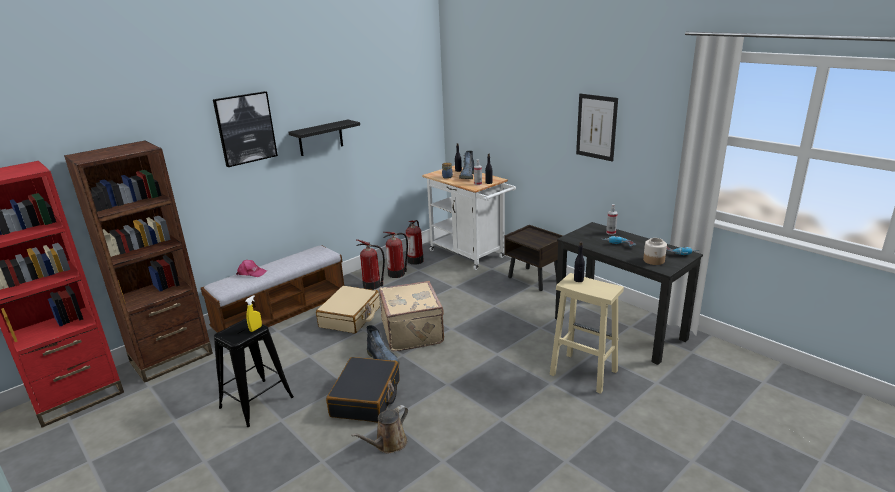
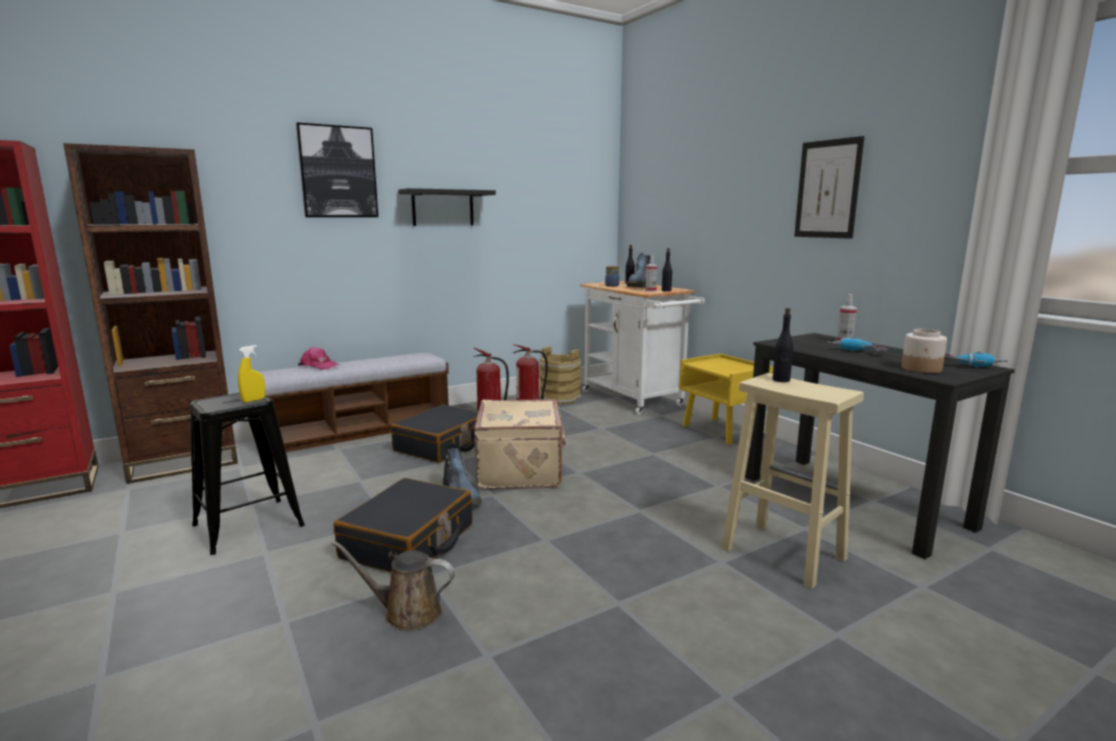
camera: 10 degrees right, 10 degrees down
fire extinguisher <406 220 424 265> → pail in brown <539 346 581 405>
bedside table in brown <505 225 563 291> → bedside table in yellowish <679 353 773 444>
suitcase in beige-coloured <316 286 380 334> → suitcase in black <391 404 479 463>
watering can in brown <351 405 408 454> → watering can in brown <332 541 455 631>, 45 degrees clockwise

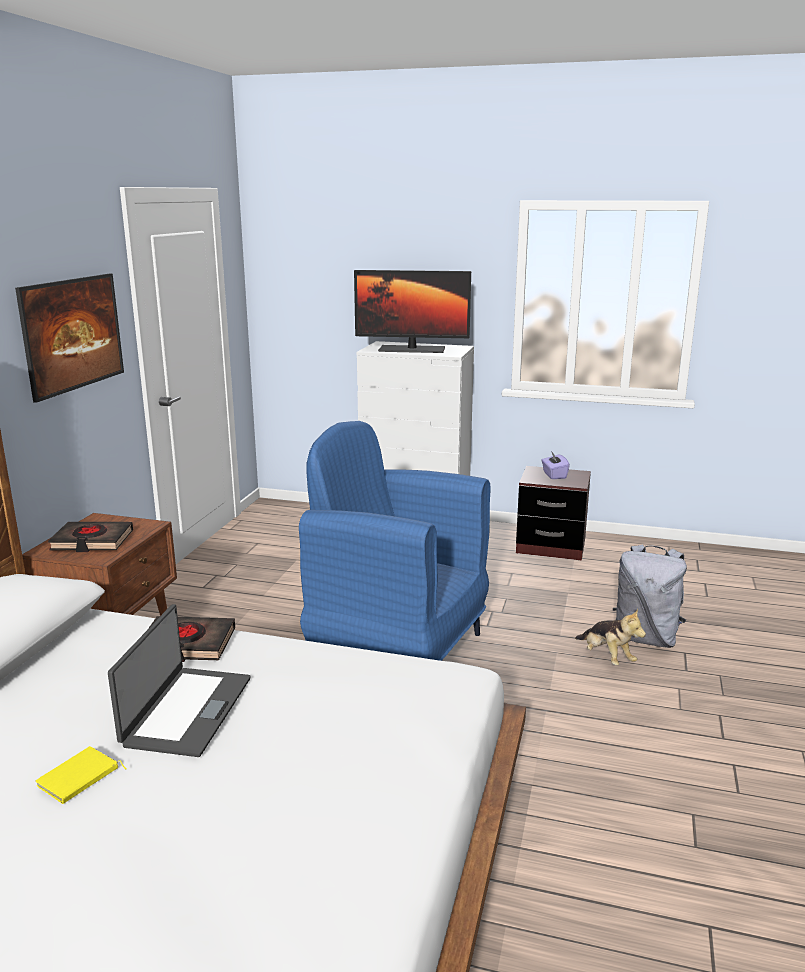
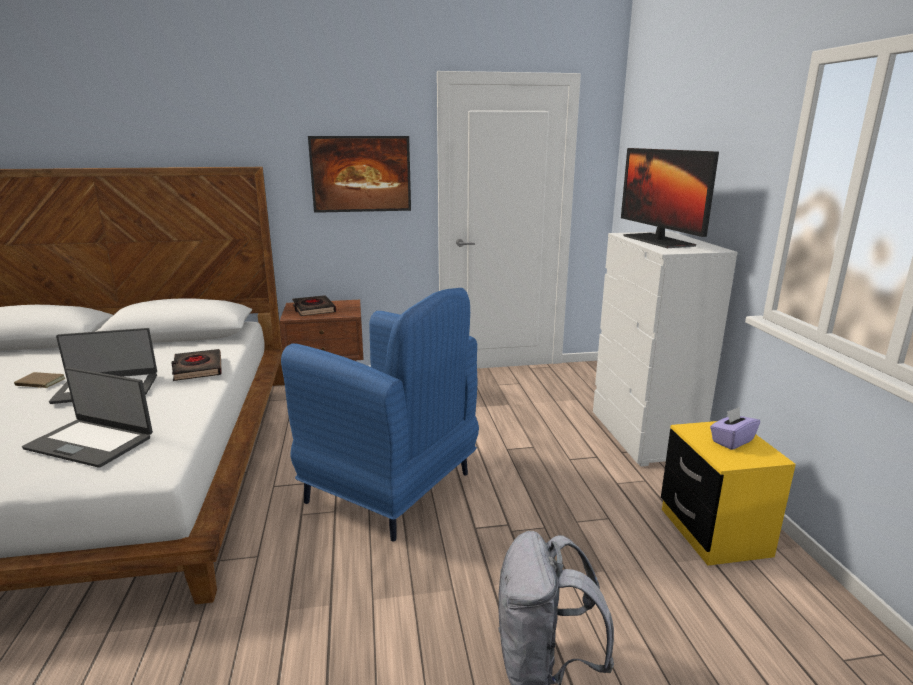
camera: 65 degrees right, 0 degrees up
armchair in blue-coloured <299 421 491 661> → armchair in blue-coloured <281 288 479 542>, 120 degrees clockwise
bedside table in brown <516 466 591 561> → bedside table in yellowish <661 421 796 566>
soft toy <575 609 646 665> → -
volume in yellowish <35 746 126 804> → volume in brown <14 372 66 388>
- → notebook computer <22 367 153 468>

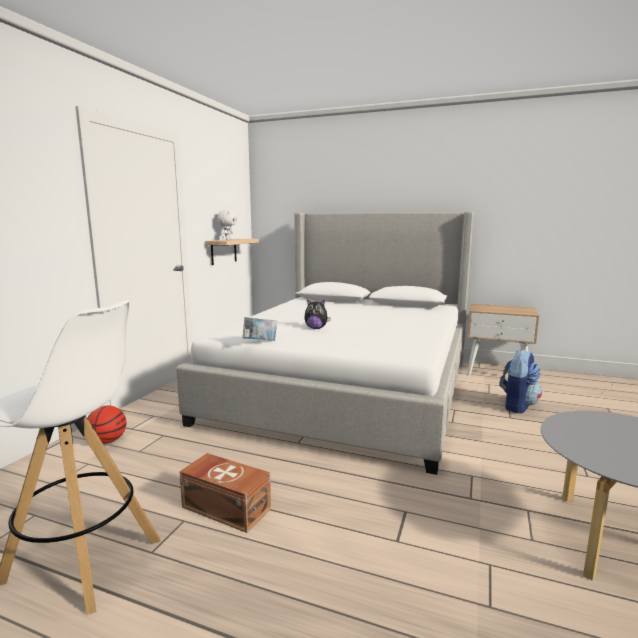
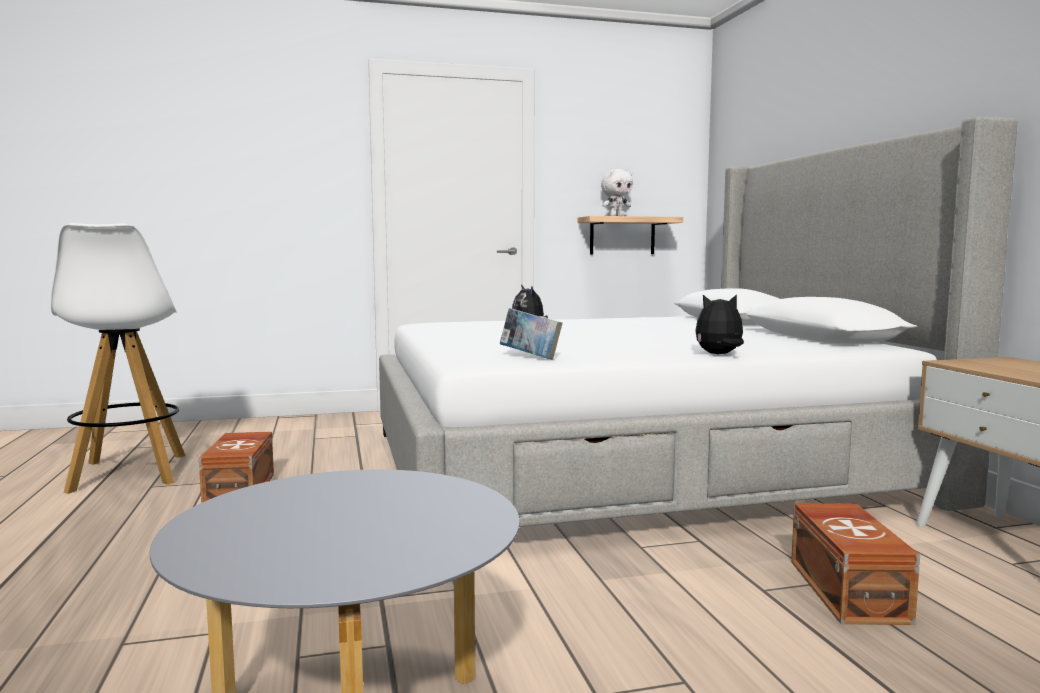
camera: 55 degrees right, 5 degrees down
volume <243 317 277 341> → volume <500 308 562 359>, moved
backpack <500 350 542 413> → storage container in brown <791 503 920 625>
ball for basketball <87 405 126 444> → -
- → soft toy <695 294 744 354>

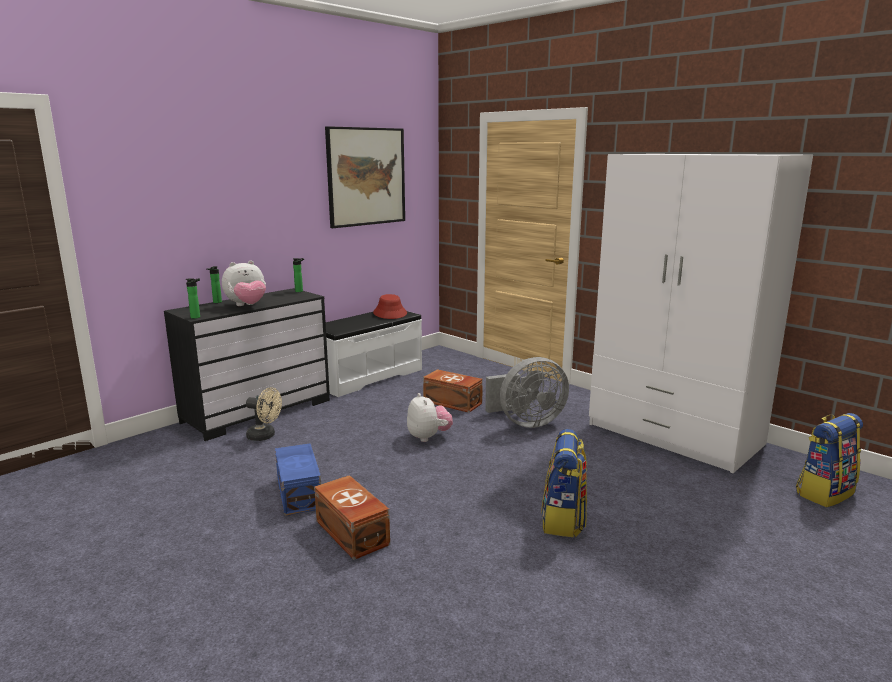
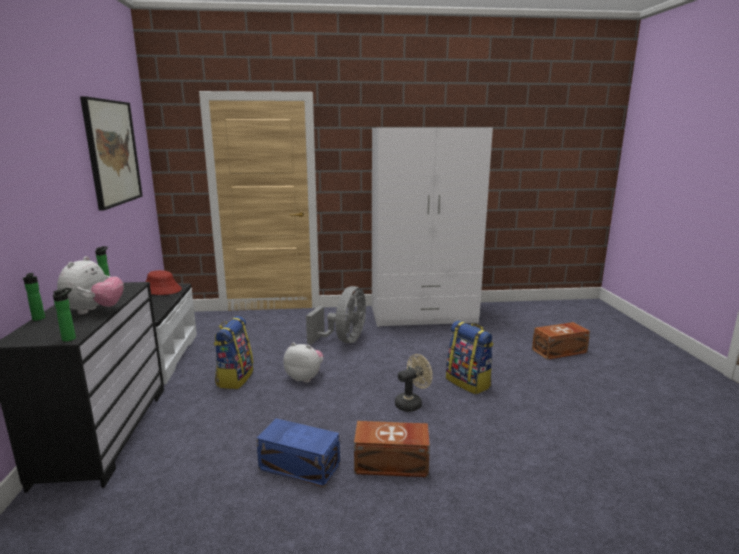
camera: 50 degrees left, 0 degrees up
storage container in brown <423 369 483 413> → storage container in brown <532 322 590 360>, moved
electric fan in beige-coloured <246 387 282 441> → electric fan in beige-coloured <395 354 432 412>, moved
backpack <796 413 863 507> → backpack <214 316 253 389>, moved

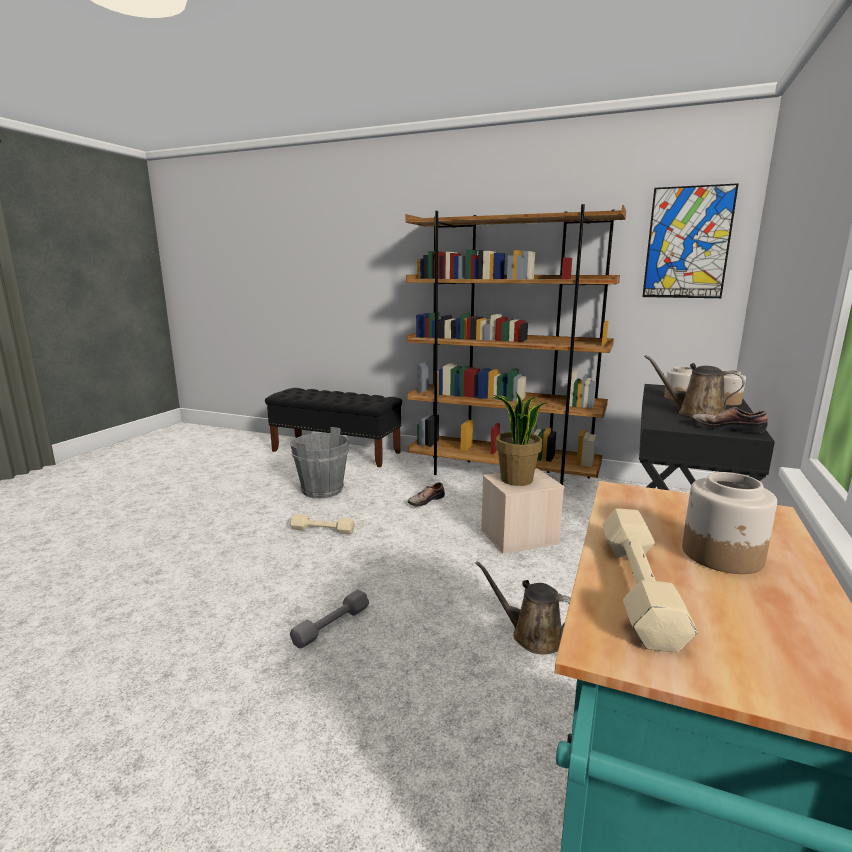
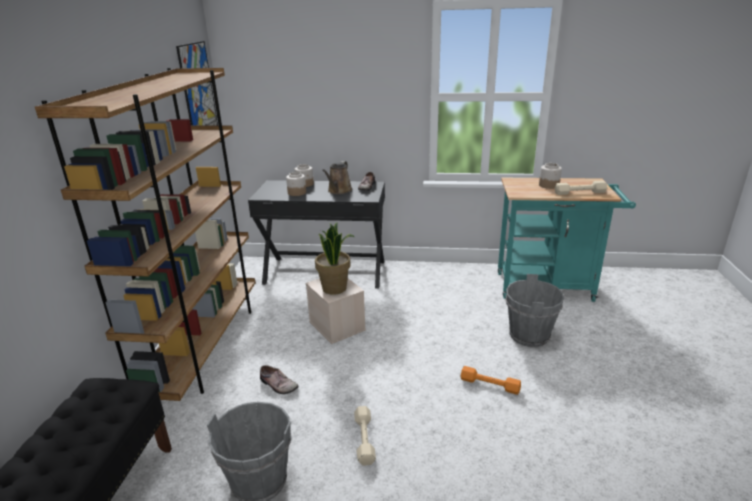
camera: 105 degrees left, 10 degrees up
watering can in brown <475 561 571 654> → -
dumbbell in greyish <290 589 369 649> → dumbbell in orange-coloured <461 366 521 395>
- → pail in greyish <506 274 564 347>

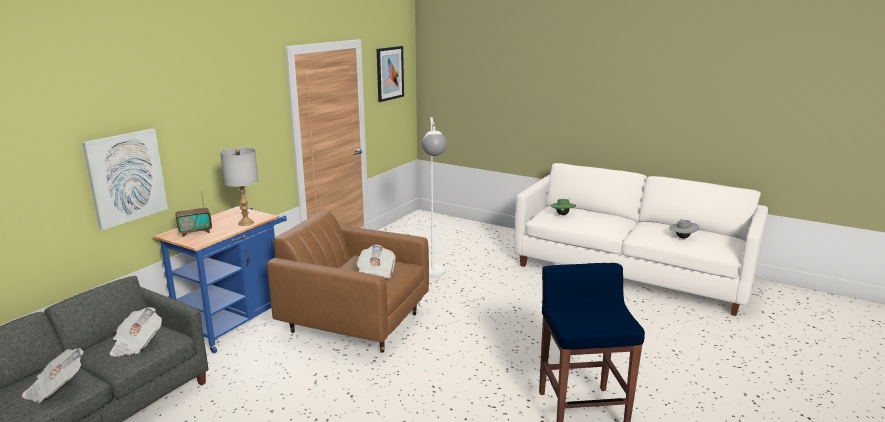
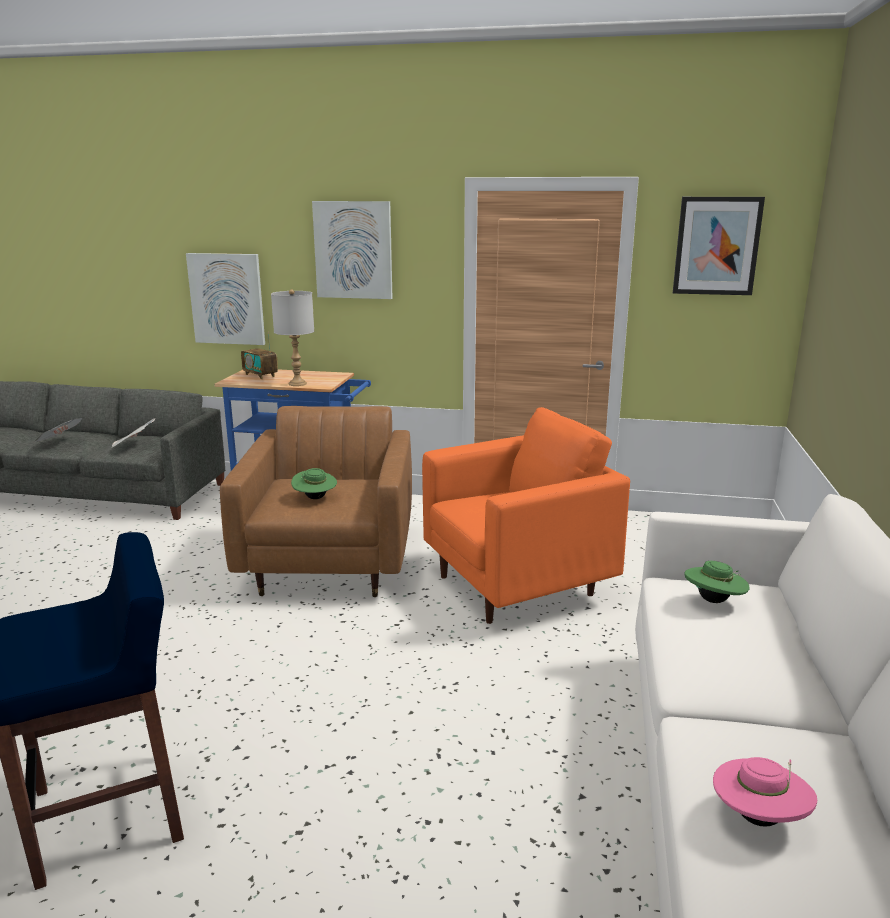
camera: 70 degrees right, 0 degrees up
floor lamp in whitish <422 117 447 277> → armchair in orange-coloured <422 407 630 624>
clothing hat in greyish <669 218 699 238> → clothing hat in pink-coloured <713 757 817 827>
newspaper <356 245 396 278> → clothing hat in green <291 468 337 499>
- → wall picture <312 201 392 299>

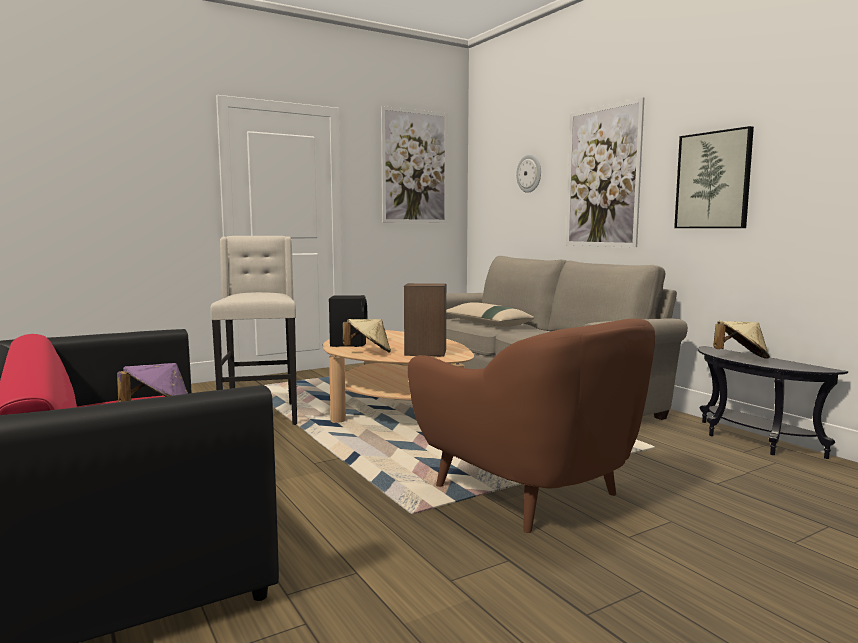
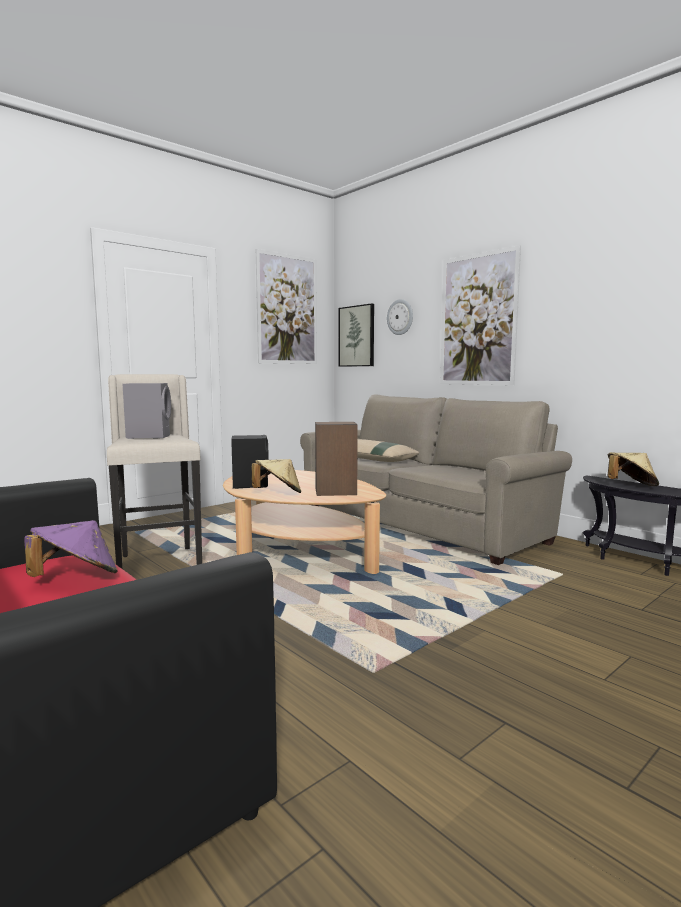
camera: 10 degrees left, 0 degrees up
wall picture <674 126 754 228> → wall picture <338 303 374 367>, moved
armchair in brown <408 319 655 533> → -
- → speaker in greyish <123 383 171 439>

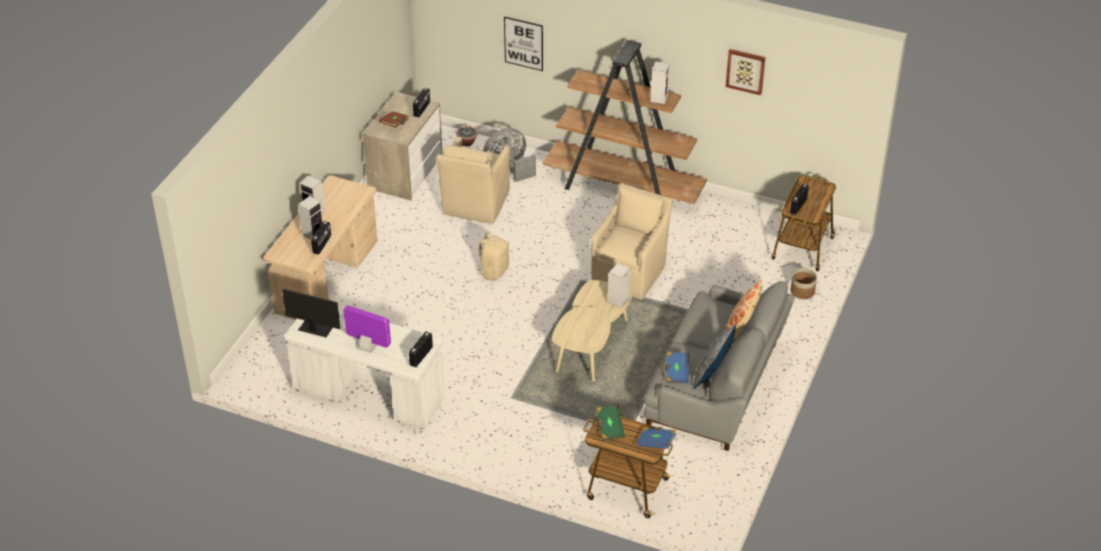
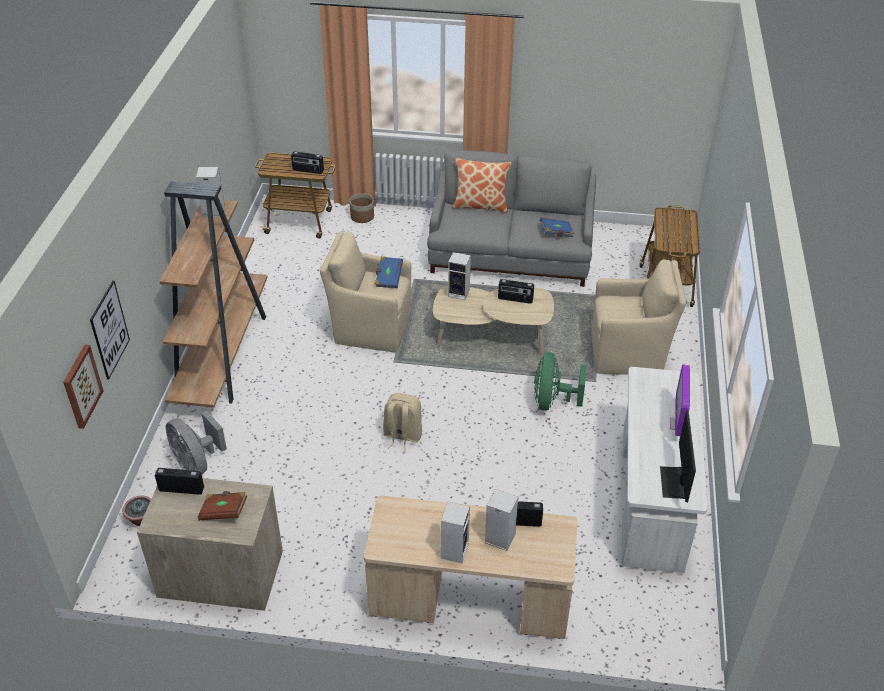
camera: 105 degrees left, 0 degrees up
wall picture <726 49 765 95> → wall picture <63 345 104 429>, moved
armchair in beige-coloured <437 137 510 224> → armchair in beige-coloured <591 259 686 375>, moved
throw pillow <693 324 736 389> → -
radio receiver <409 332 433 367> → radio receiver <498 279 534 304>, moved
volume in green <597 405 625 440> → -
volume in blue-coloured <636 427 676 449> → volume in blue-coloured <375 256 403 288>, moved
- → electric fan in green <534 352 587 411>

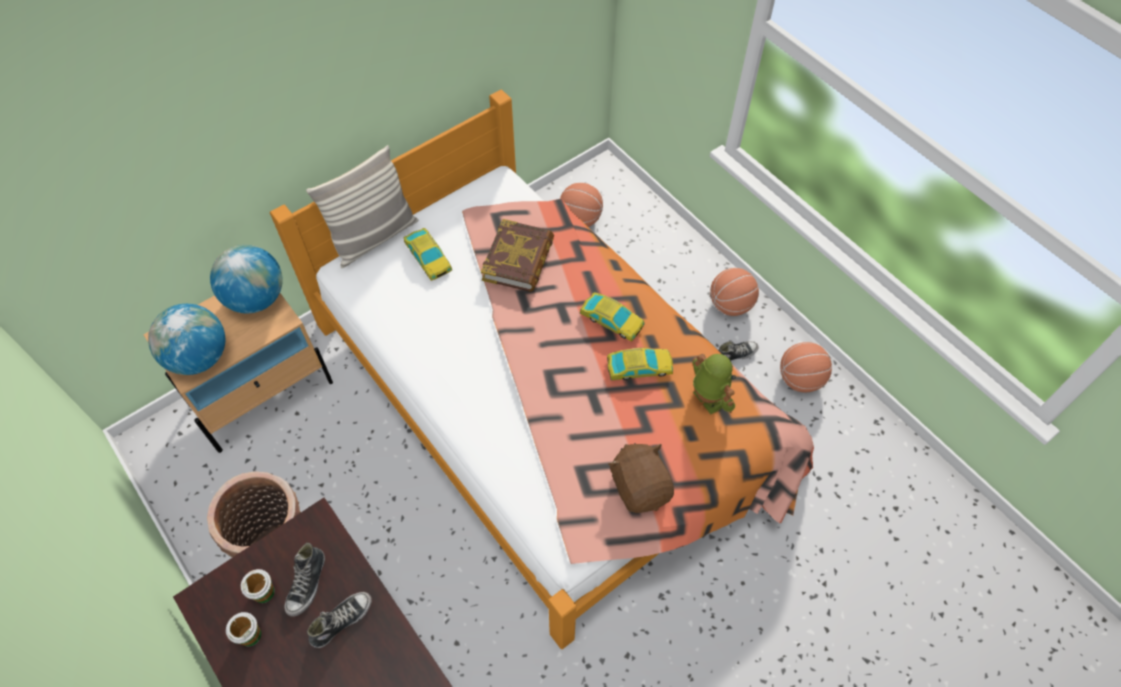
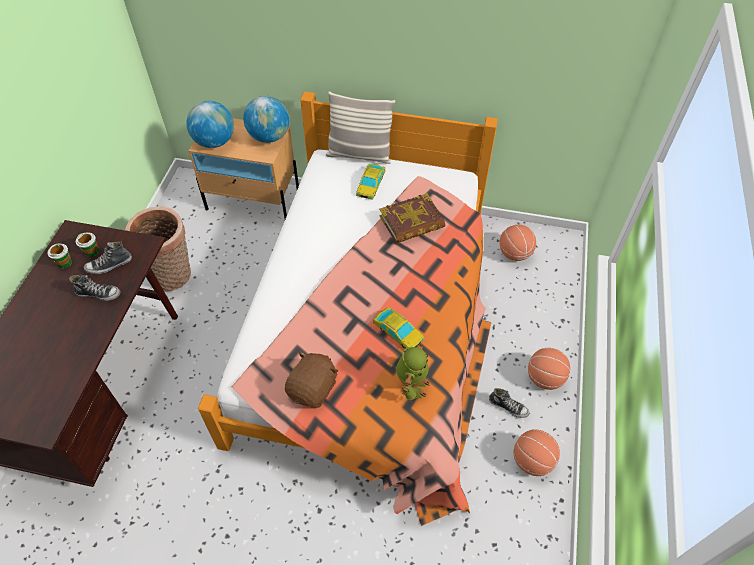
camera: 50 degrees right, 5 degrees down
miniature car <580 292 645 342> → -

